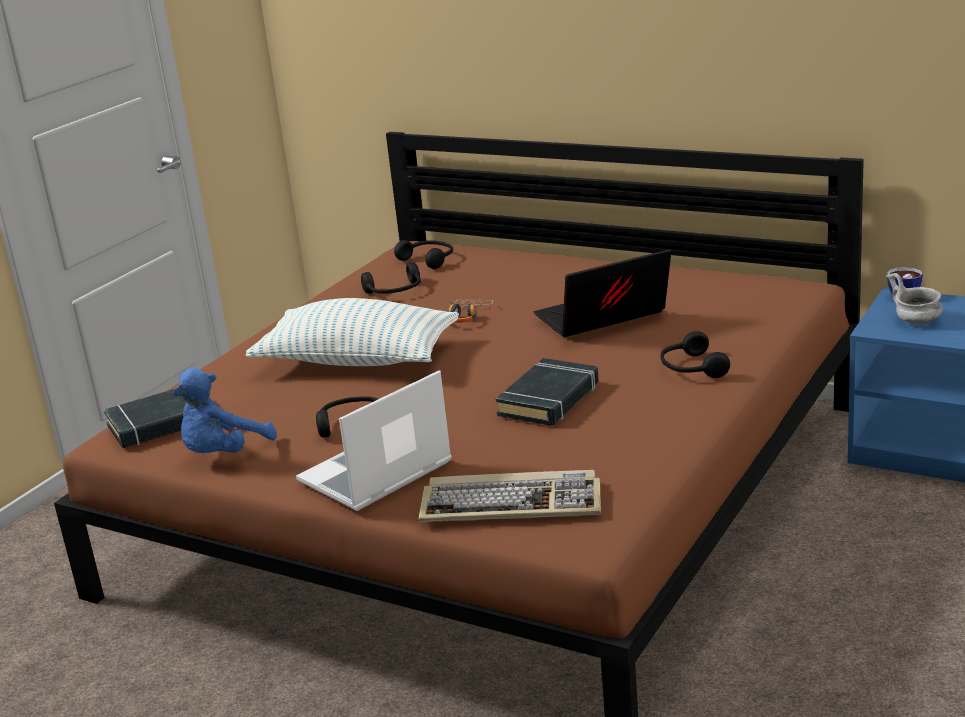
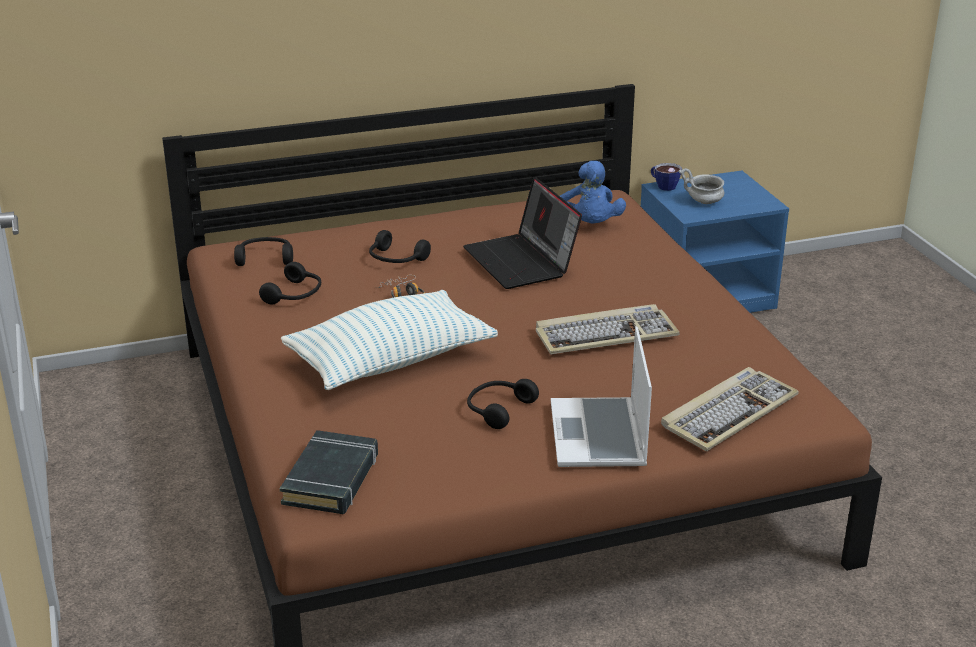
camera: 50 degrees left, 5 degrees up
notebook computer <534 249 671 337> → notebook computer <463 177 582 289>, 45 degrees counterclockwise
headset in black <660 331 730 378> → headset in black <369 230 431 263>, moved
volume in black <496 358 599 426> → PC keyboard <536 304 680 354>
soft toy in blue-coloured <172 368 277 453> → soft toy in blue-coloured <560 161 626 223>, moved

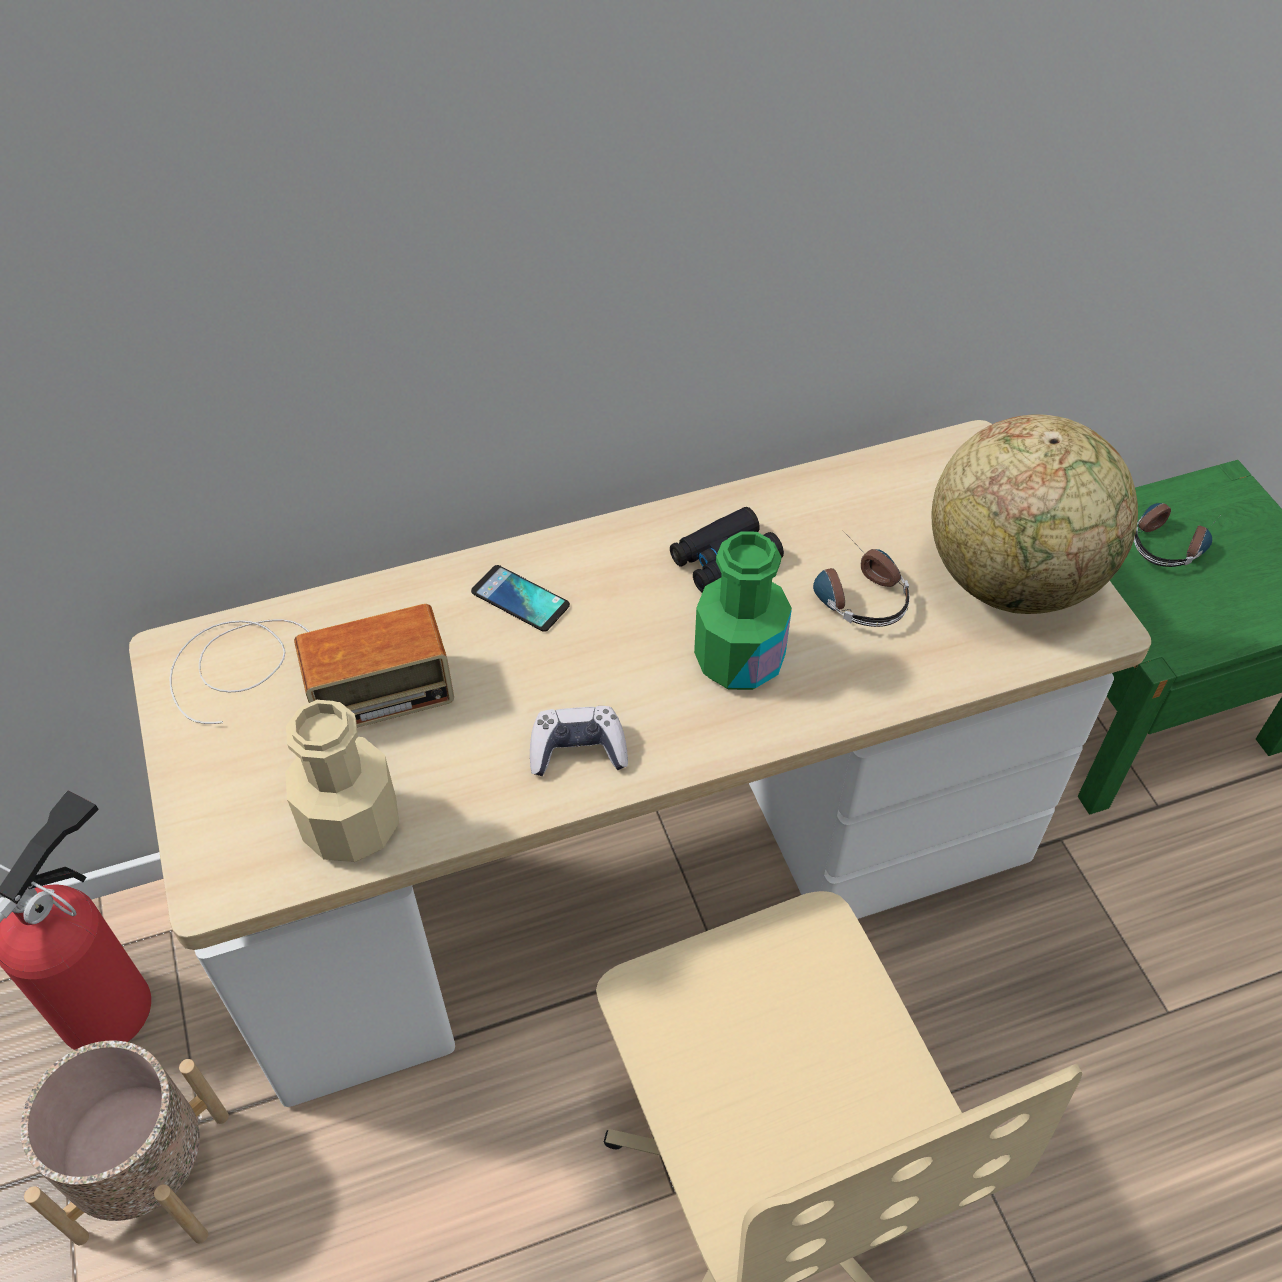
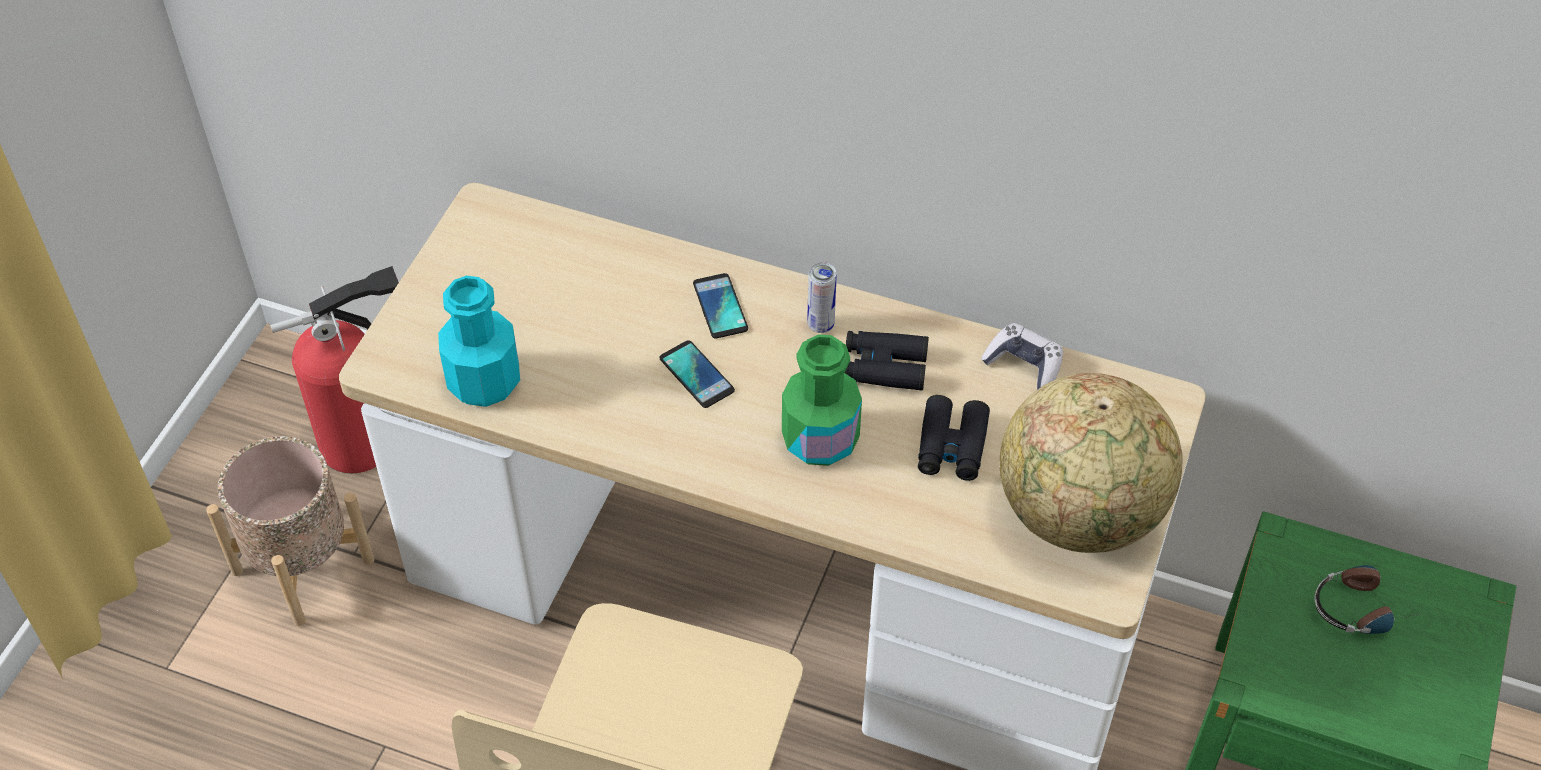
camera: 40 degrees right, 0 degrees up
headset <813 529 910 627> → binoculars in black <918 395 990 481>
radio receiver <170 604 454 728> → -
bottle in beige-coloured <285 700 399 862> → bottle in turquoise <438 276 520 407>
gamepad <530 706 628 776> → gamepad <981 323 1063 390>, moved
- → sealed can <807 262 837 333>
- → handset <659 340 735 408>

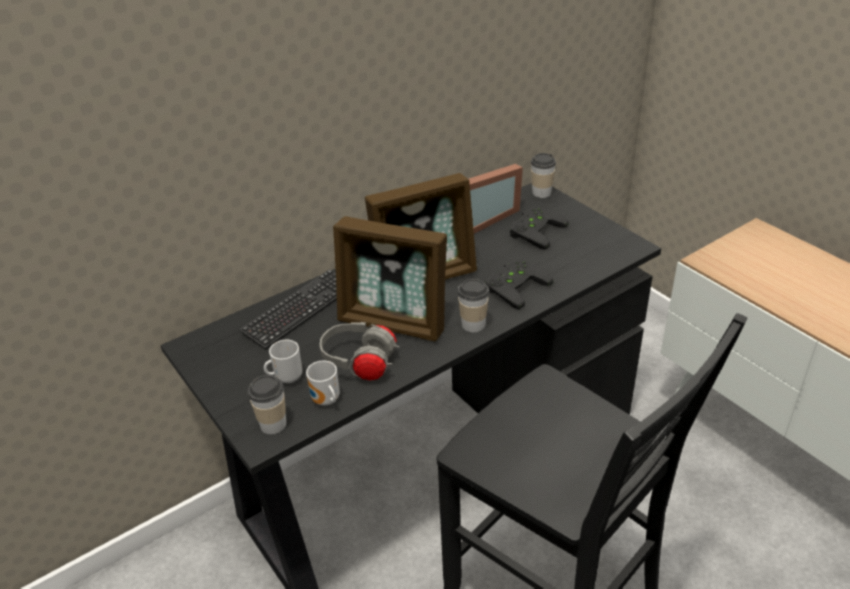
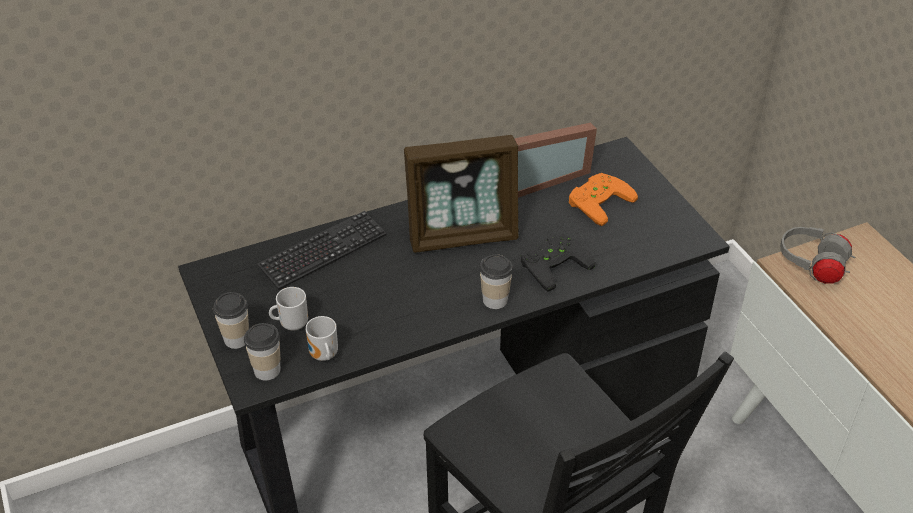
camera: 10 degrees right, 5 degrees up
cup <531 153 556 198> → cup <213 292 249 349>, moved
gamepad in black <510 207 569 250> → gamepad in orange-coloured <569 173 638 226>
standing frame <333 216 447 341> → -
headset in greyish <319 322 399 380> → headset in greyish <780 227 855 284>, moved

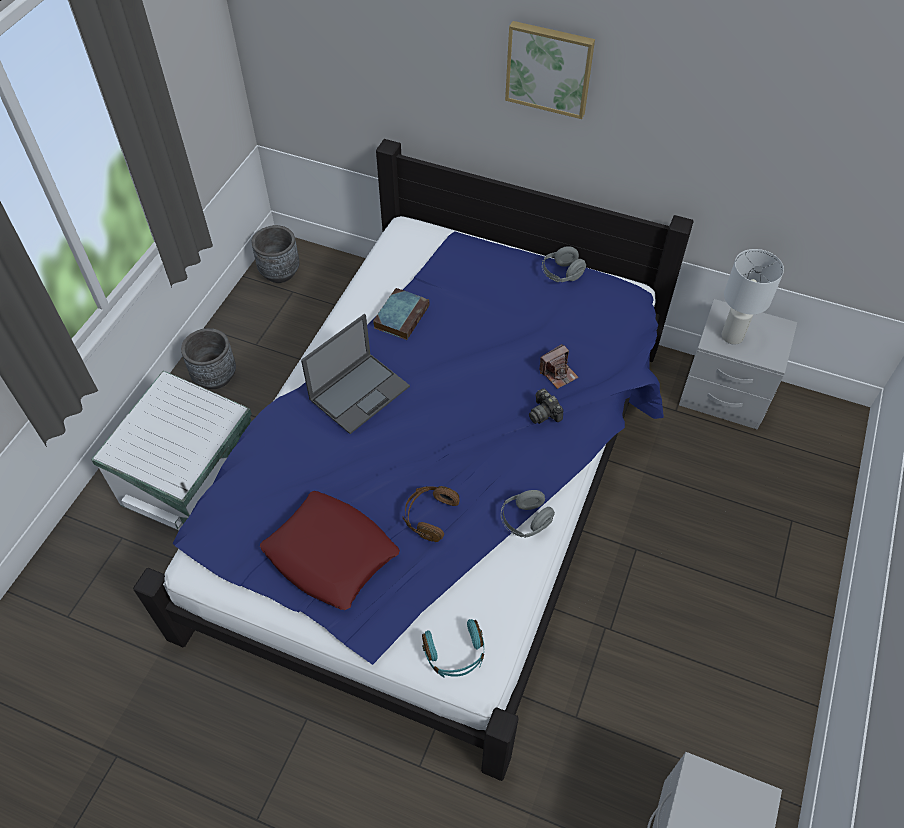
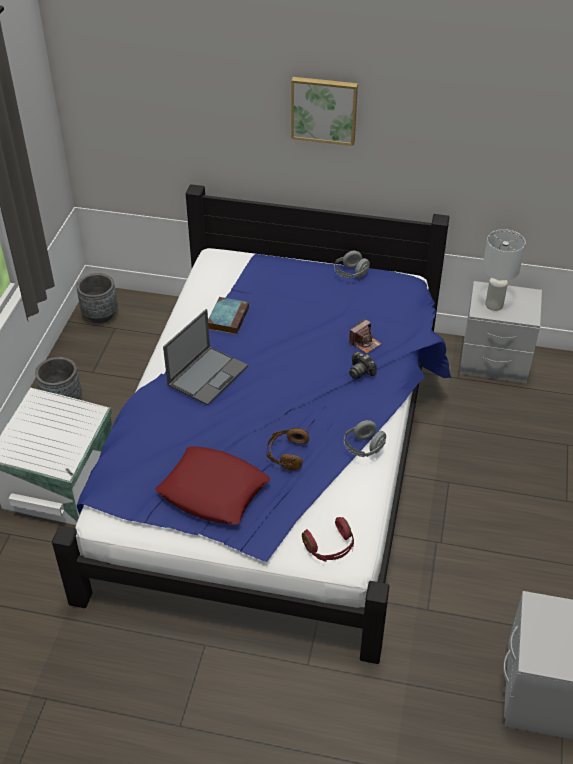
camera: 10 degrees left, 10 degrees down
headset in turquoise <422 619 484 678> → headset in reddish <302 517 354 562>

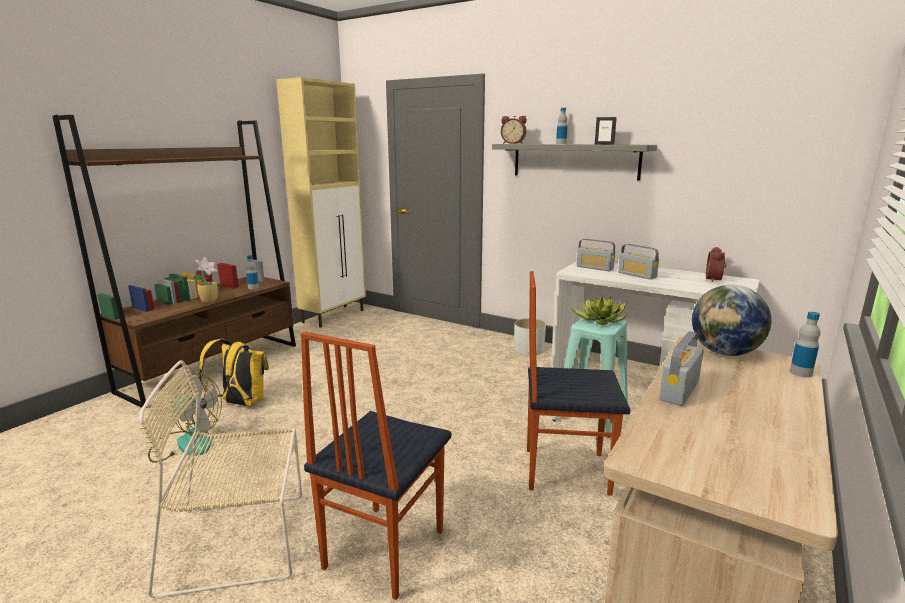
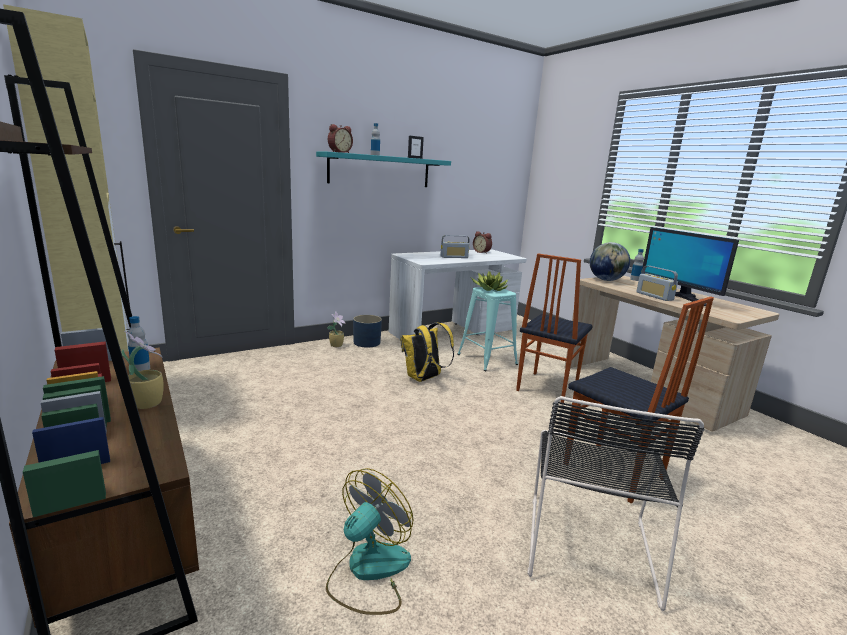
camera: 65 degrees left, 0 degrees up
shelf in greyish <492 144 657 180> → shelf in turquoise <316 152 451 187>
radio receiver <577 239 615 271> → -
flower pot in whitish <514 319 546 356> → flower pot in blue-coloured <353 315 382 348>
backpack in yellowish <199 339 269 406> → backpack in yellowish <401 322 454 382>, moved
chair in beige-coloured <139 360 302 599> → chair in black <527 396 704 611>
- → computer screen <643 227 739 306>
- → houseplant <327 311 346 347>

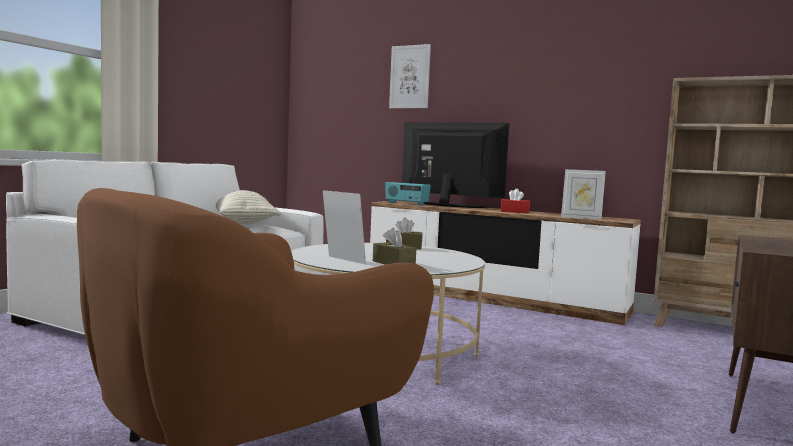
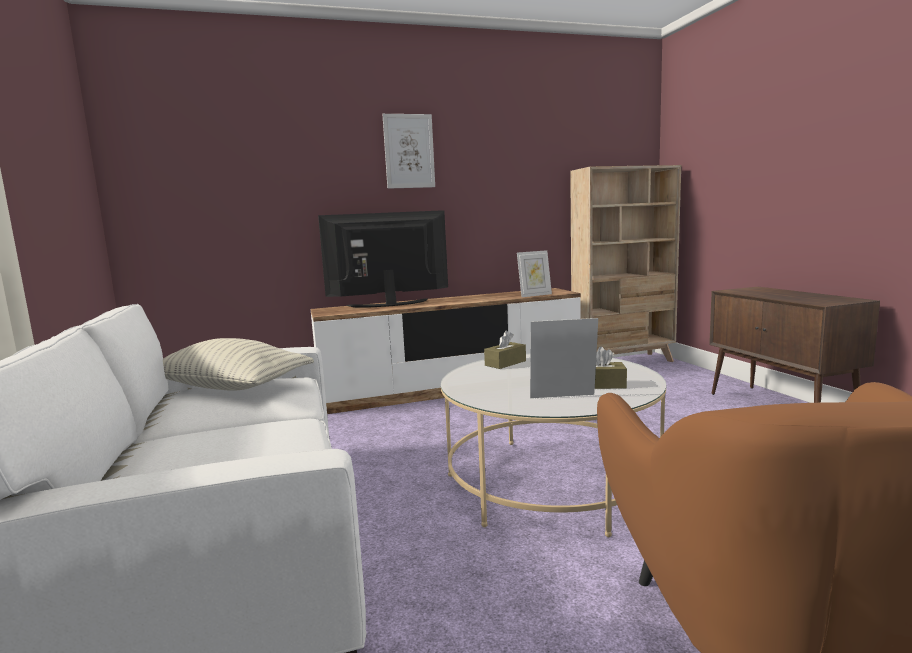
camera: 45 degrees left, 5 degrees up
wall picture <389 44 431 108> → wall picture <382 114 435 189>, moved
radio receiver <385 182 431 206> → -
tissue holder in reddish <501 189 530 213> → -

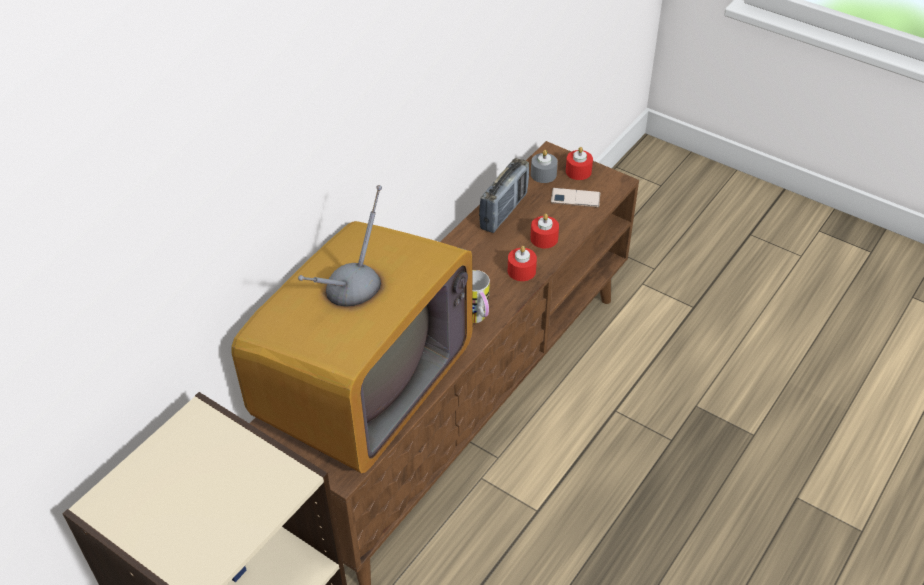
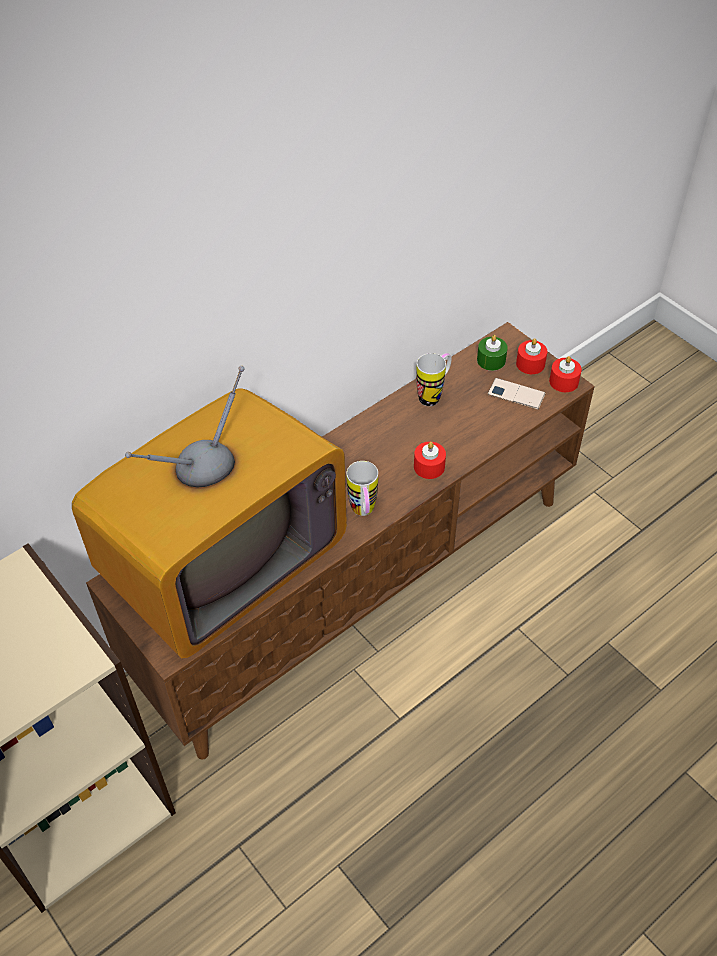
camera: 15 degrees right, 5 degrees up
candle in greyish <531 150 558 183> → candle in green <477 335 508 371>
radio receiver <479 158 529 233> → tea mug <416 353 452 406>
candle in reddish <530 214 559 248> → candle in reddish <549 356 582 392>, moved

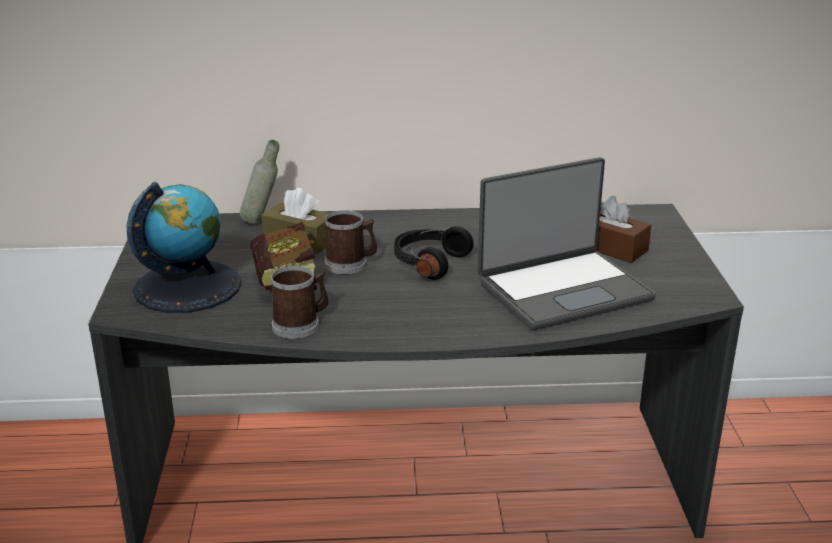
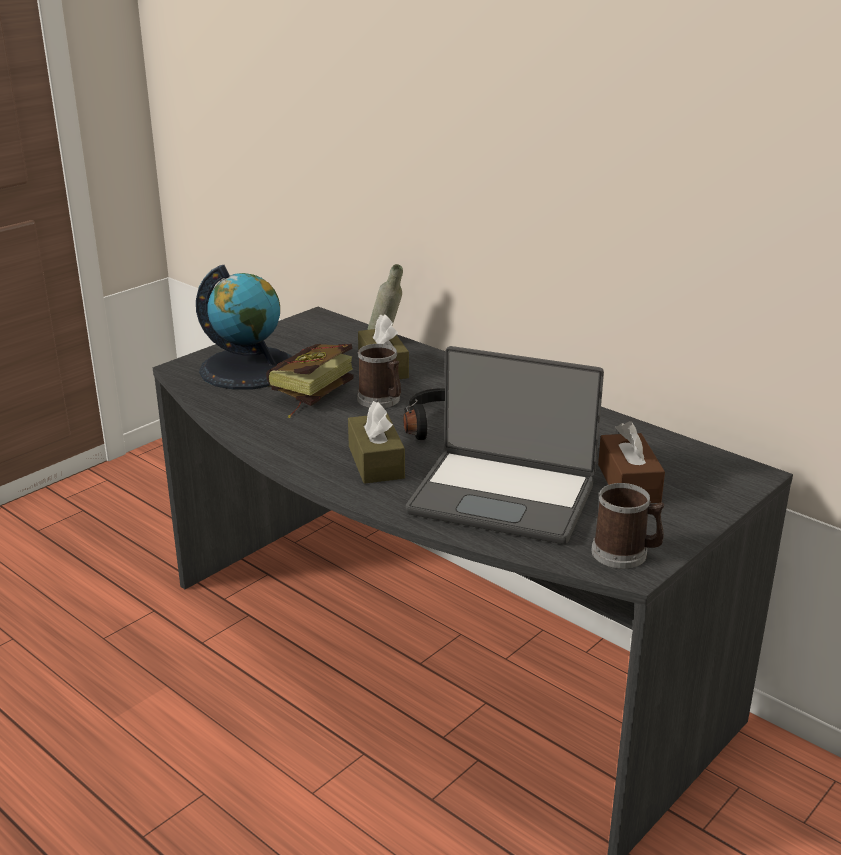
camera: 45 degrees right, 0 degrees up
tea mug <271 266 328 339> → tea mug <591 483 664 569>, moved
- → tissue holder in brown <348 401 405 484>

